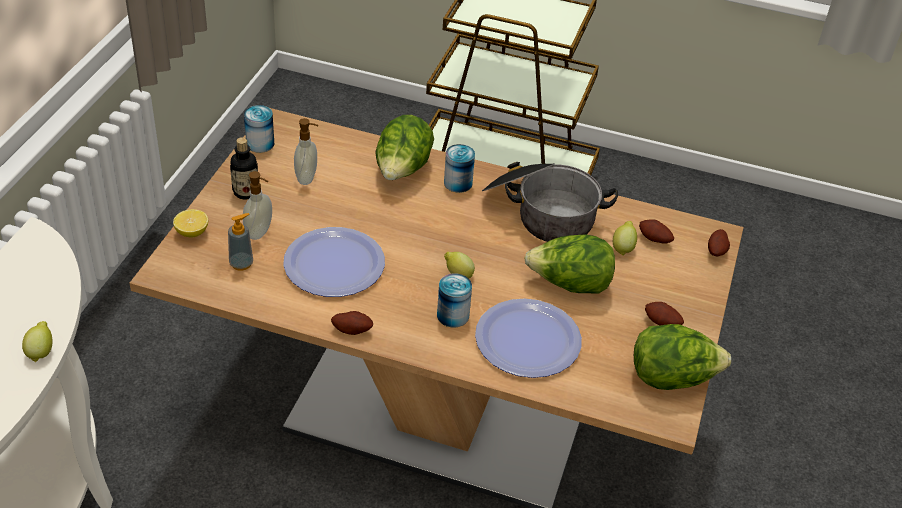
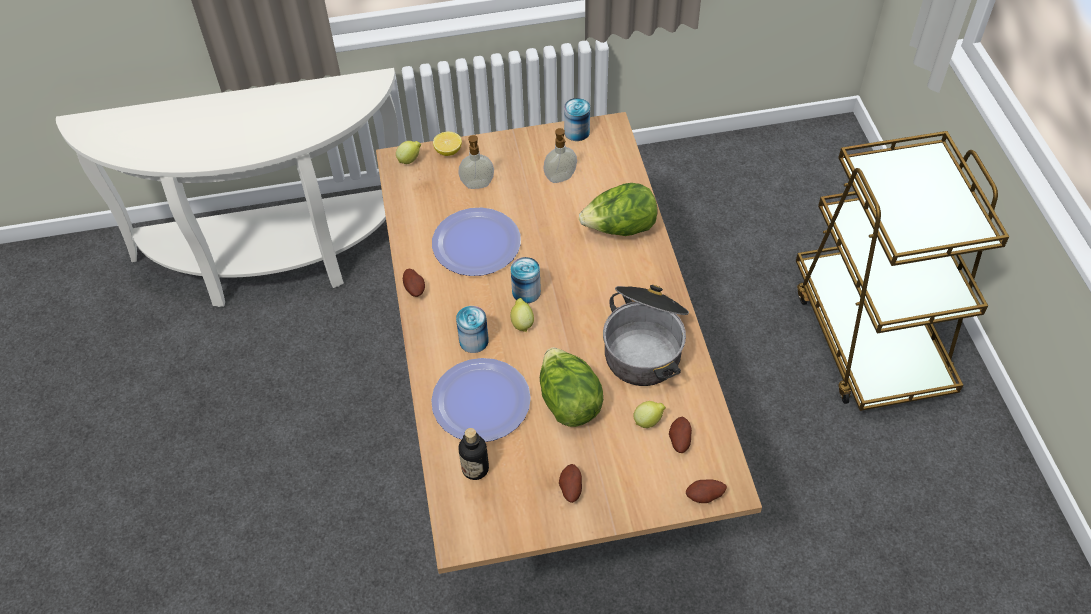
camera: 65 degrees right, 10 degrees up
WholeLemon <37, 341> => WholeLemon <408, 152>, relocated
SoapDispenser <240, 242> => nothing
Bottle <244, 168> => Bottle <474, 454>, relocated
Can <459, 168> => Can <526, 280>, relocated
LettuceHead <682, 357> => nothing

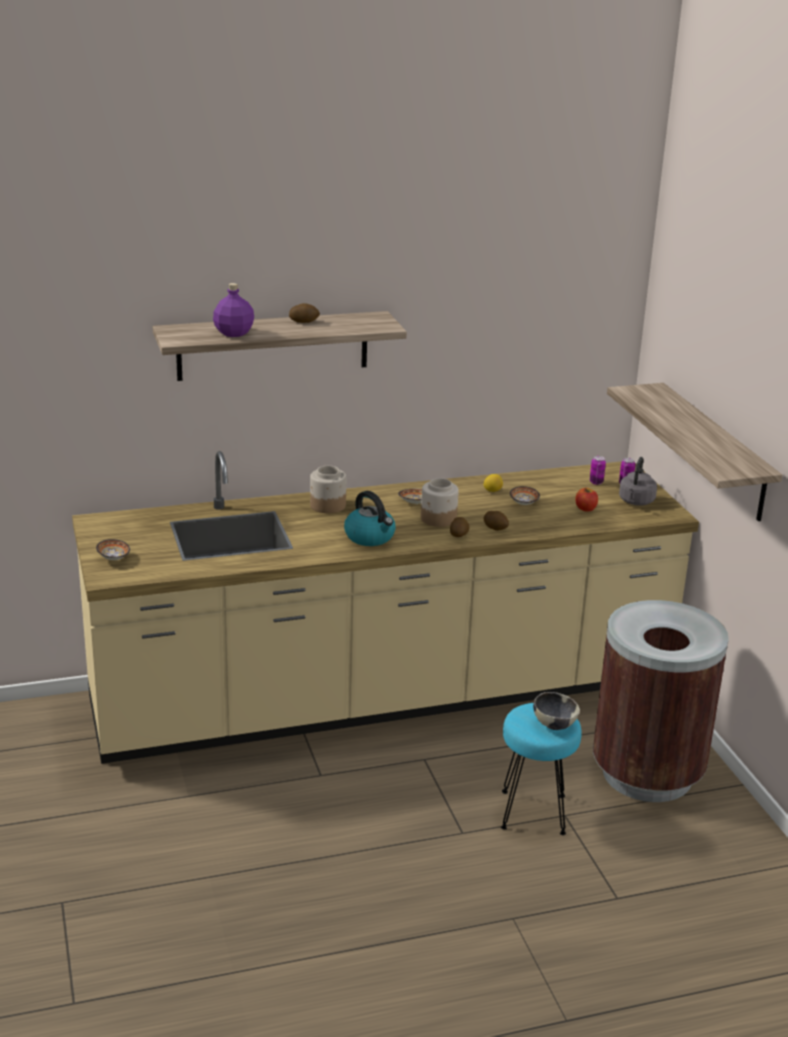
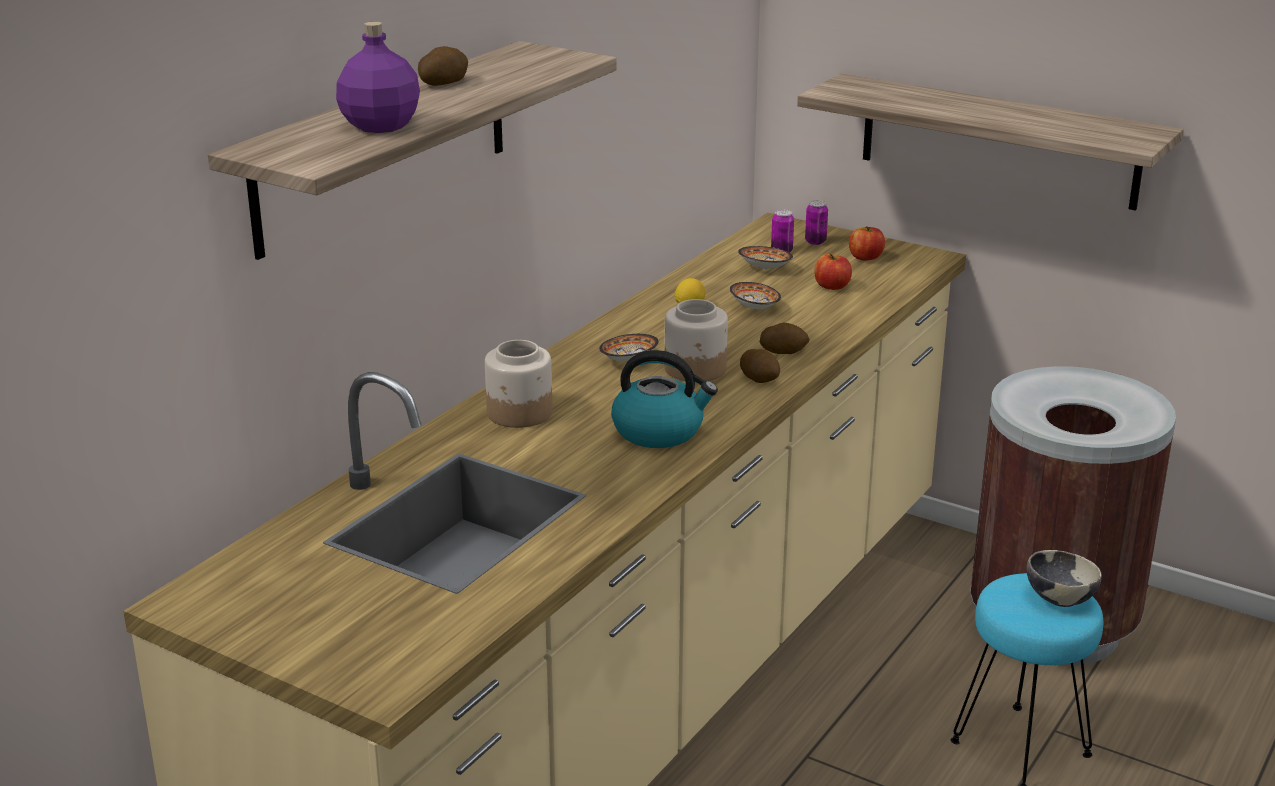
camera: 40 degrees left, 0 degrees up
Bowl <113, 549> => Bowl <765, 258>, relocated
GreyKettle <638, 481> => AppleFruit <867, 243>

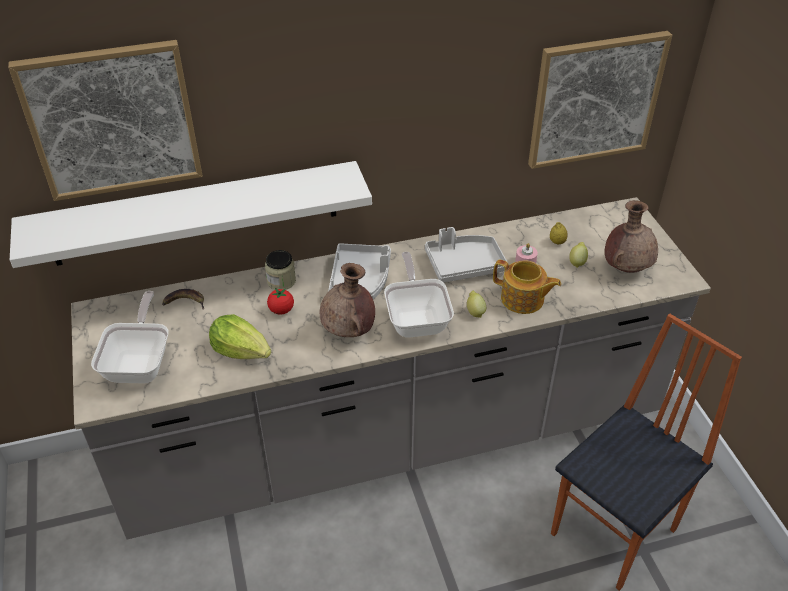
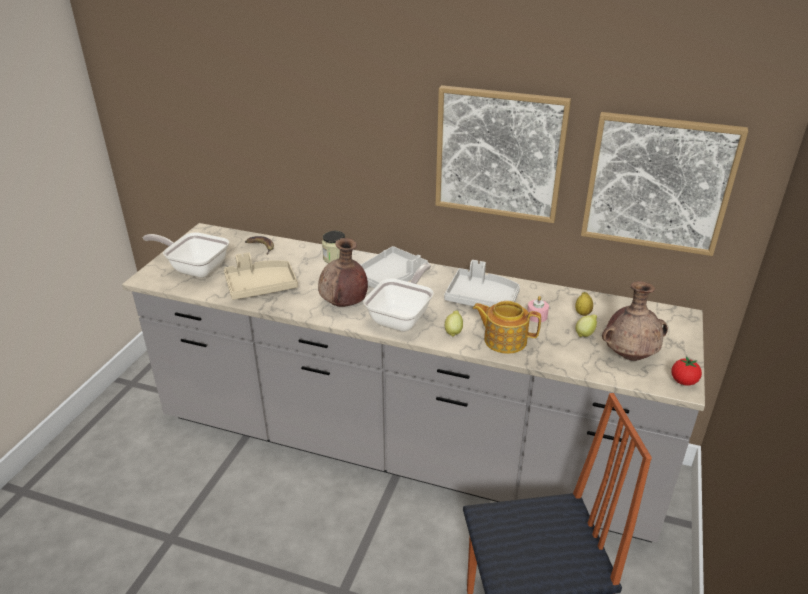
camera: 35 degrees right, 10 degrees down
Picture <105, 120> => Picture <503, 154>, relocated
WhiteColouredShelf <191, 214> => nothing
Skillet <130, 337> => Skillet <186, 255>, 105 degrees counterclockwise
LettuceHead <240, 336> => BeigeColouredTray <261, 276>
FreshTomato <280, 301> => FreshTomato <687, 371>, relocated
TeaPot <527, 287> => TeaPot <507, 327>, 135 degrees clockwise

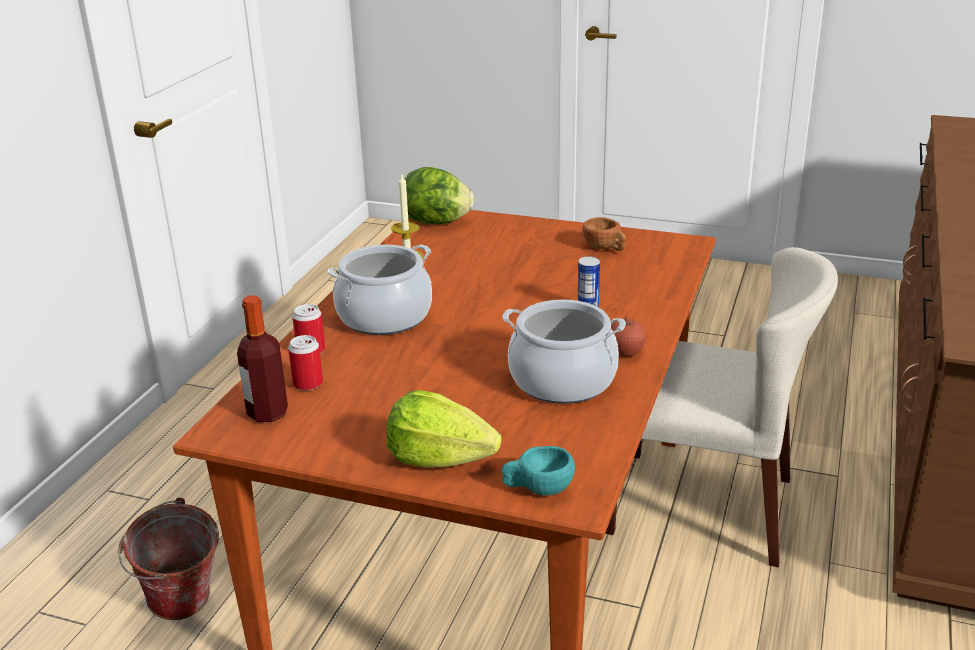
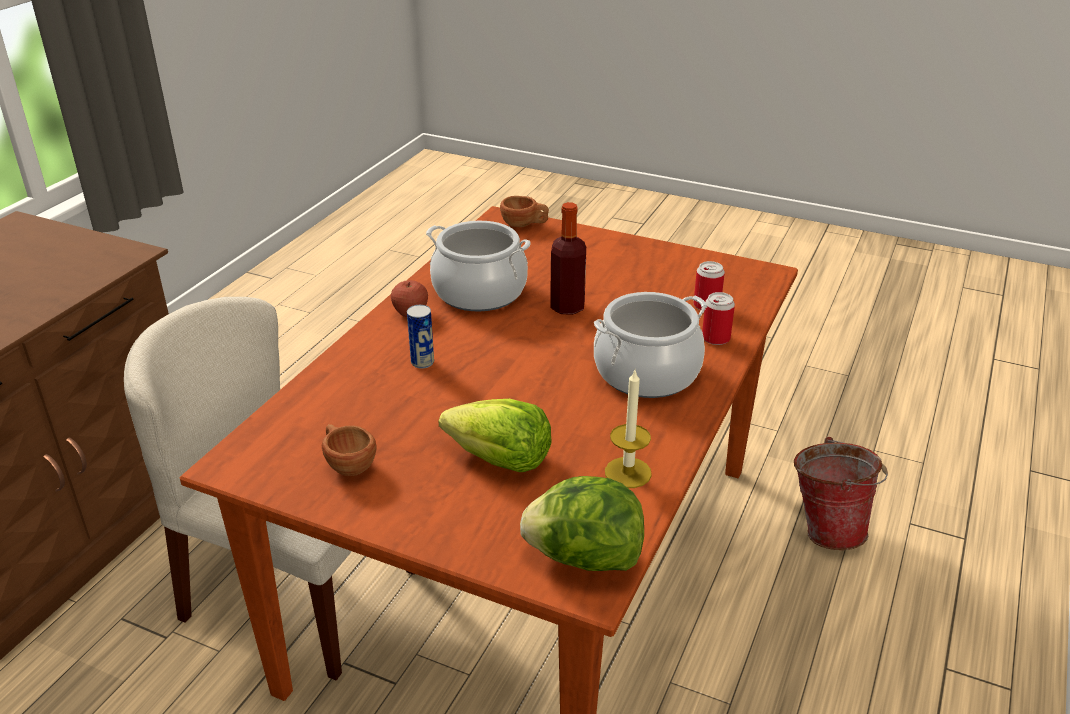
camera: 175 degrees left, 5 degrees up
Bottle <262, 358> => Bottle <568, 258>, relocated
LettuceHead <444, 428> => LettuceHead <495, 435>, relocated
TurquoiseColouredCup <538, 471> => BrownishCup <524, 211>

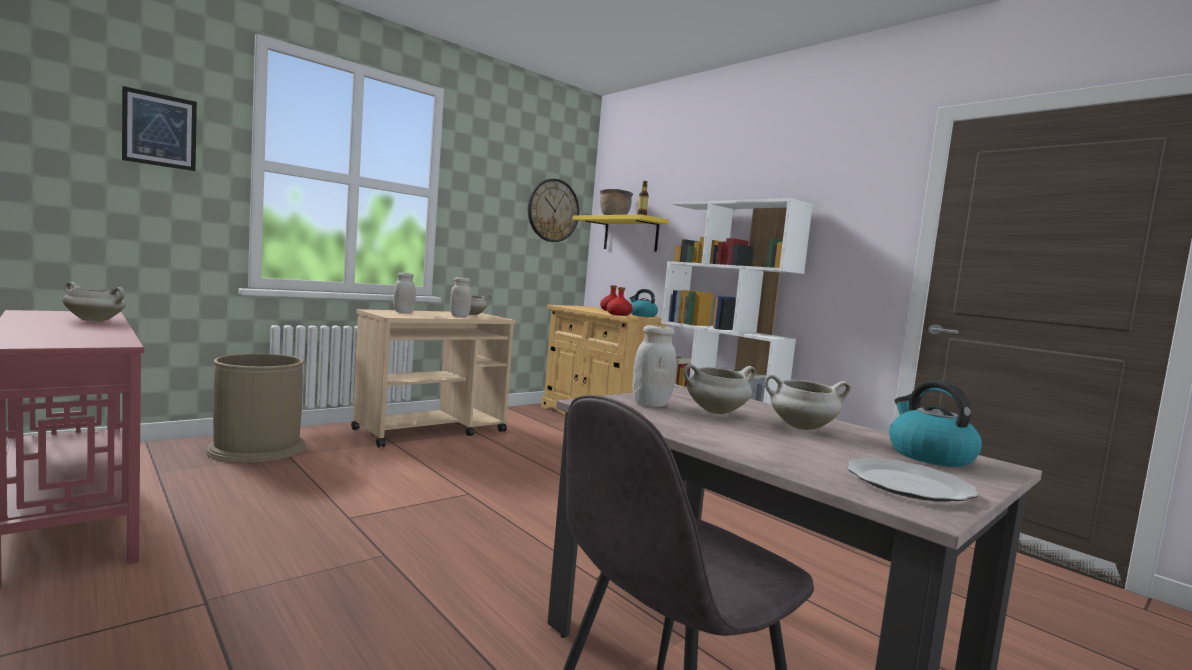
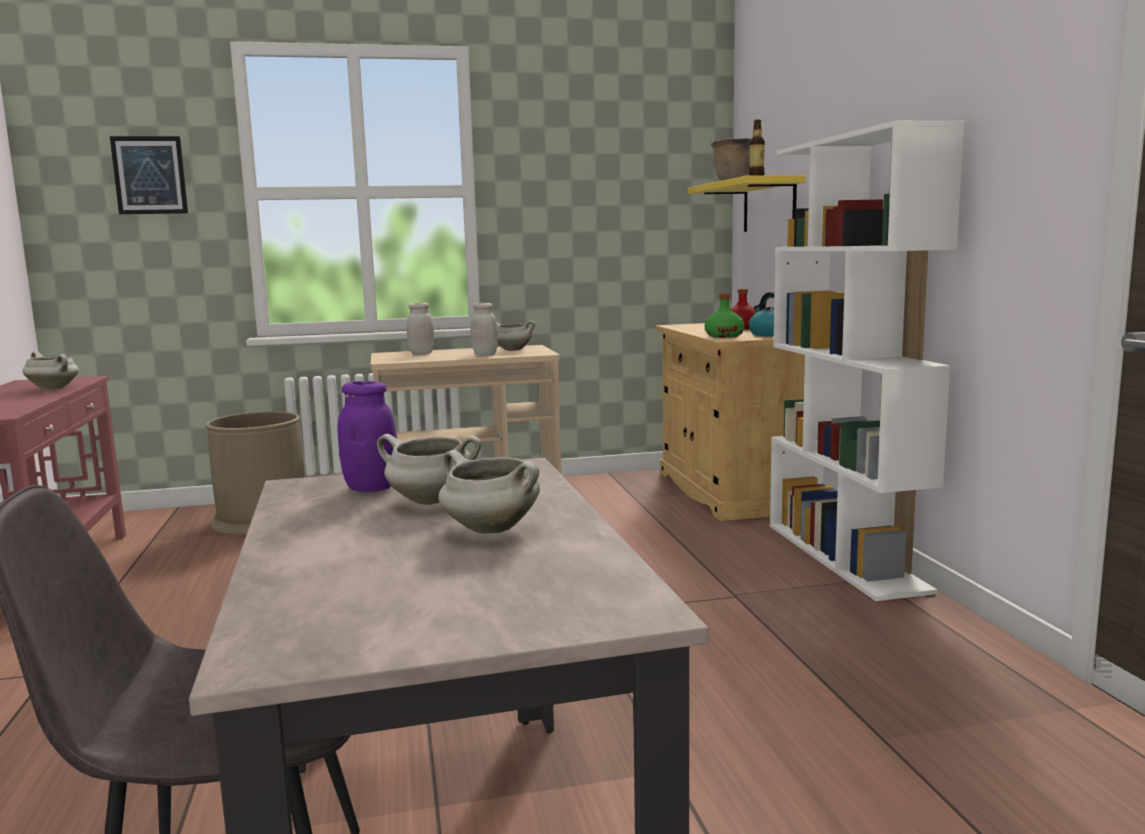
camera: 30 degrees right, 5 degrees up
ClockOnTheWall <553, 210> => nothing
RedColouredBottle <619, 301> => GreenColouredBottle <725, 315>
WhiteColouredJar <654, 366> => PurpleColouredJar <367, 436>
FlatDish <912, 480> => nothing
Kettle <935, 423> => nothing

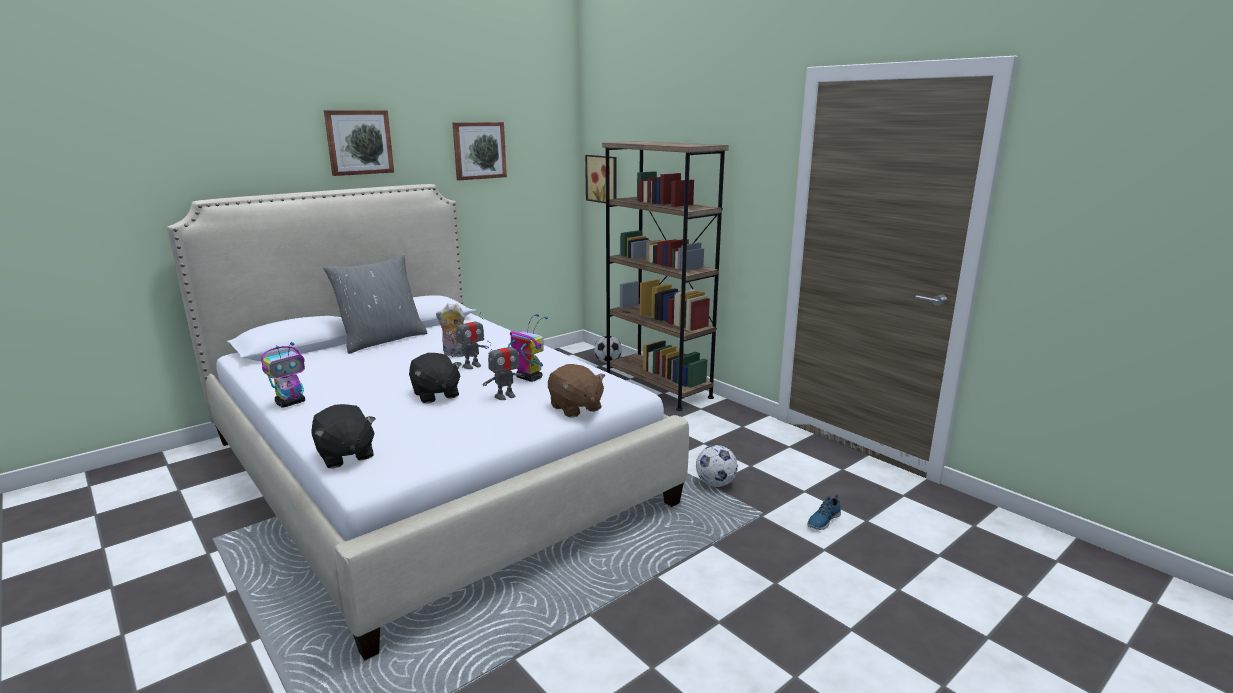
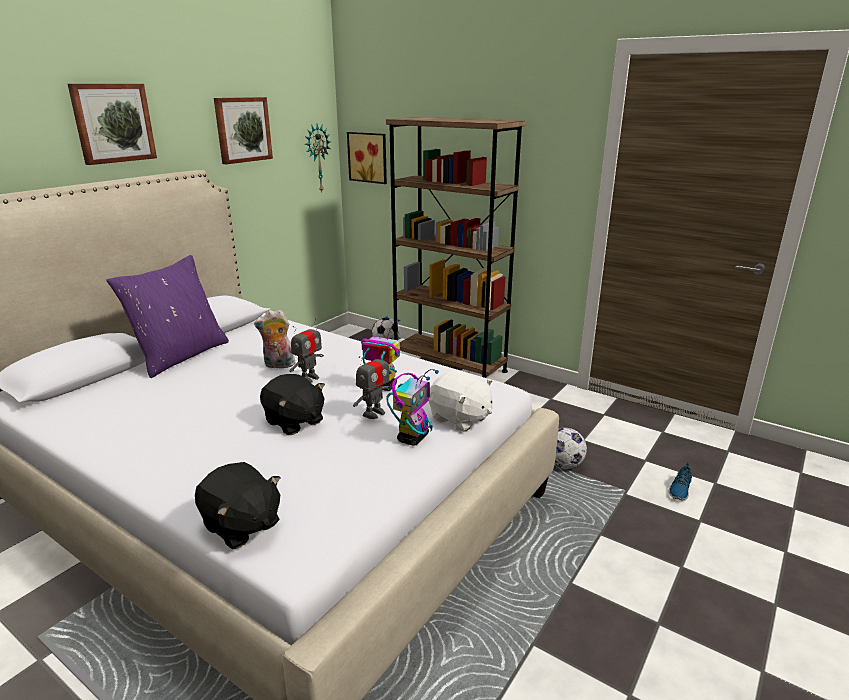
camera: 15 degrees left, 5 degrees up
ModelRobot <283, 375> => ModelRobot <412, 407>, relocated
GreyCushion <375, 304> => PurpleColouredCushion <167, 316>
BrownishSoftToy <576, 391> => WhiteColouredSoftToy <460, 401>
nothing => ClockOnTheWall <318, 158>

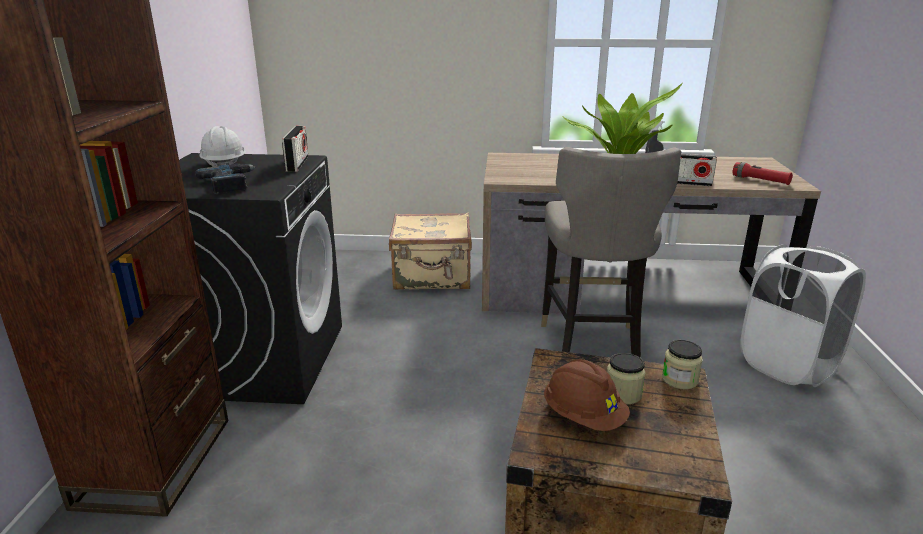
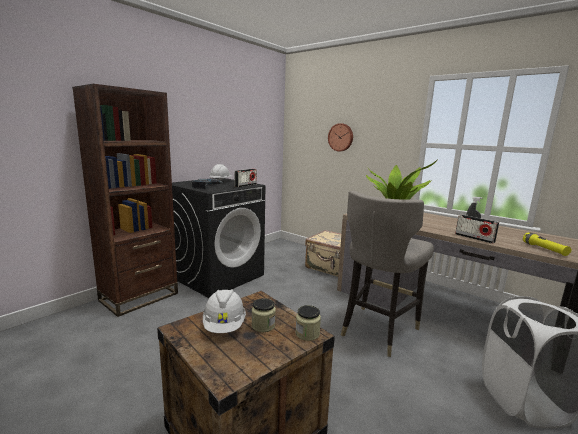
camera: 35 degrees right, 10 degrees down
BrownishSafetyHelmet <587, 395> => WhiteColouredSafetyHelmet <224, 311>
RedColouredFlashlight <763, 173> => YellowFlashlight <547, 244>
nothing => ClockOnTheWall <340, 137>

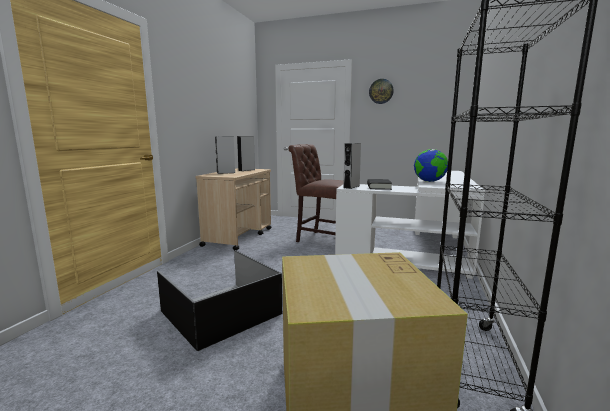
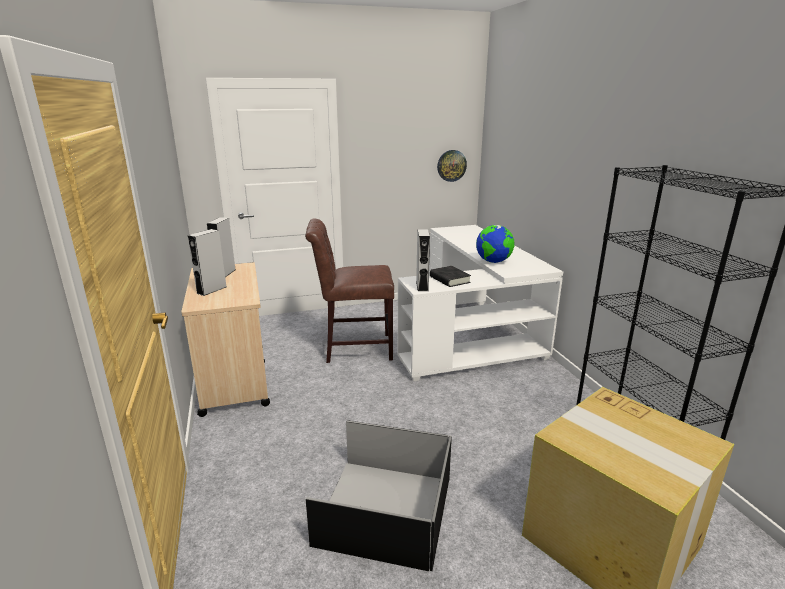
camera: 35 degrees left, 10 degrees up
ClockOnTheWall <381, 91> => ClockOnTheWall <452, 166>, relocated

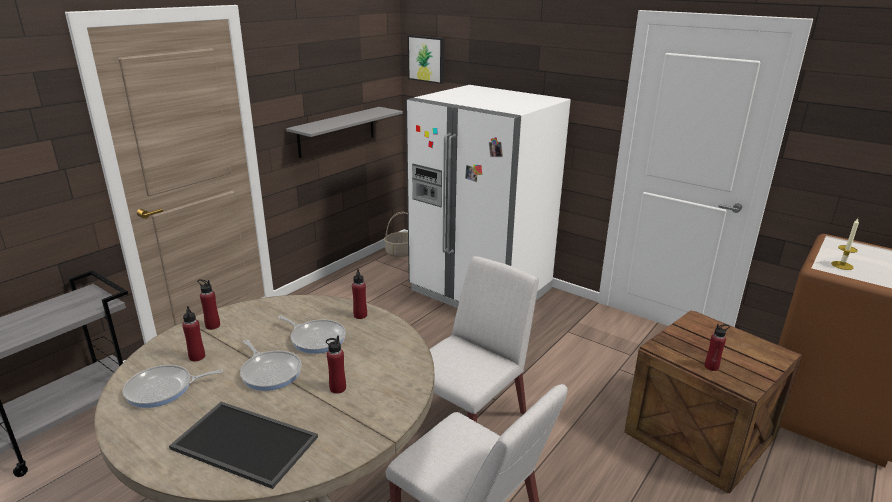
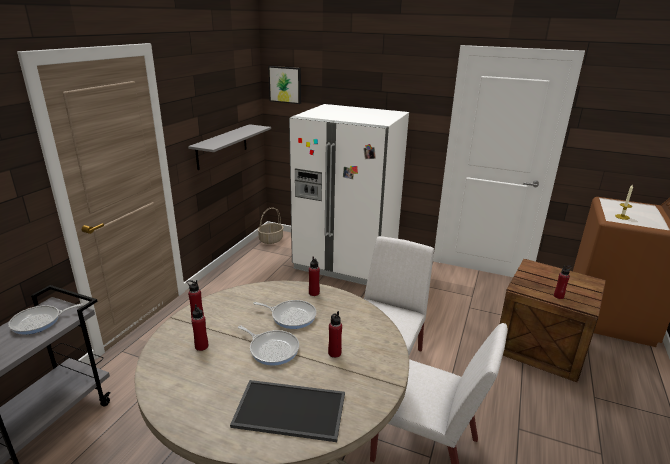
camera: 15 degrees left, 0 degrees up
Skillet <173, 386> => Skillet <45, 318>, relocated

